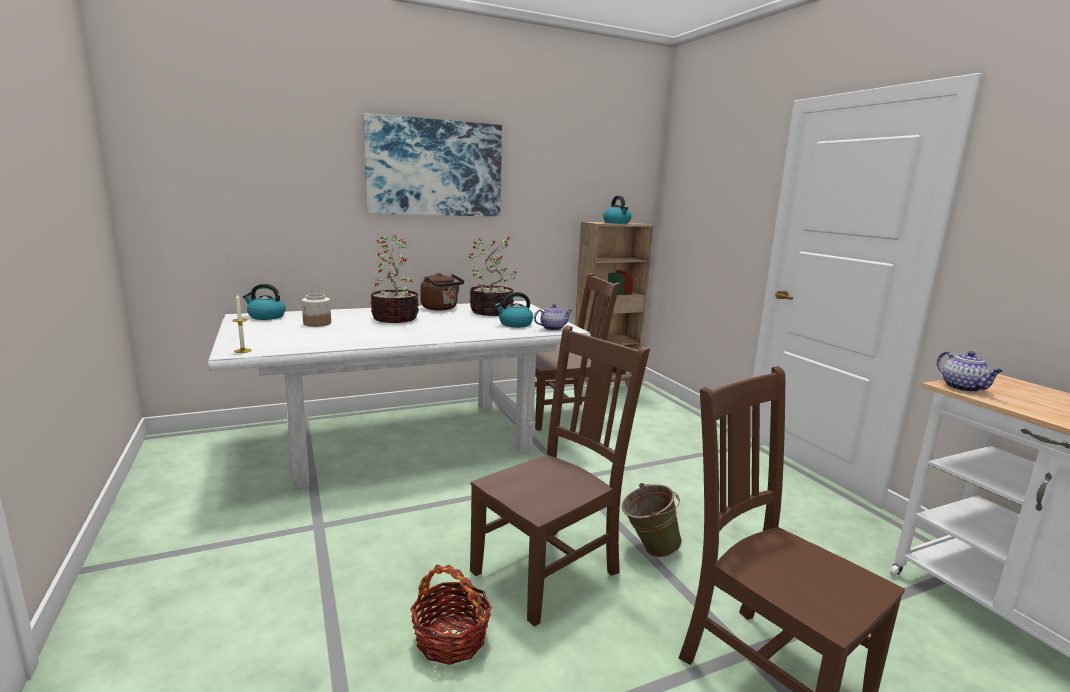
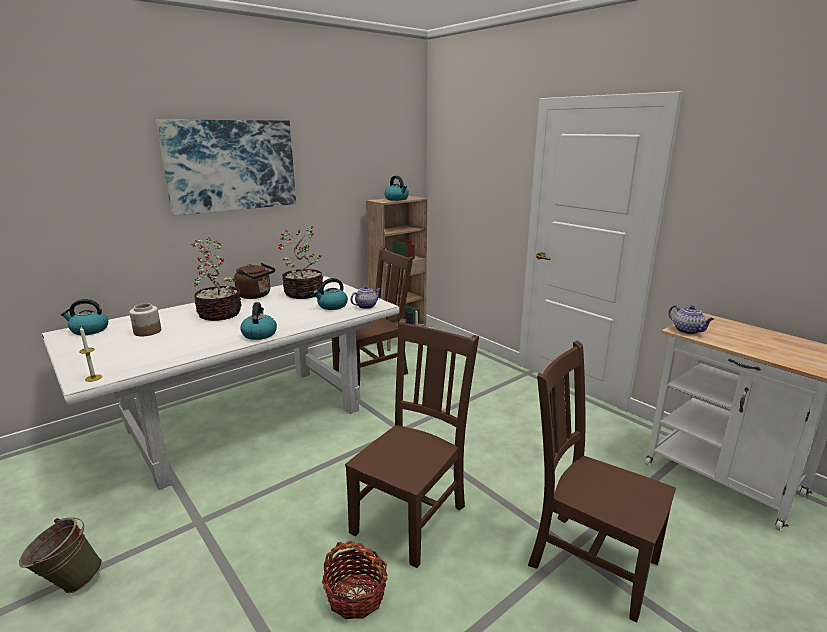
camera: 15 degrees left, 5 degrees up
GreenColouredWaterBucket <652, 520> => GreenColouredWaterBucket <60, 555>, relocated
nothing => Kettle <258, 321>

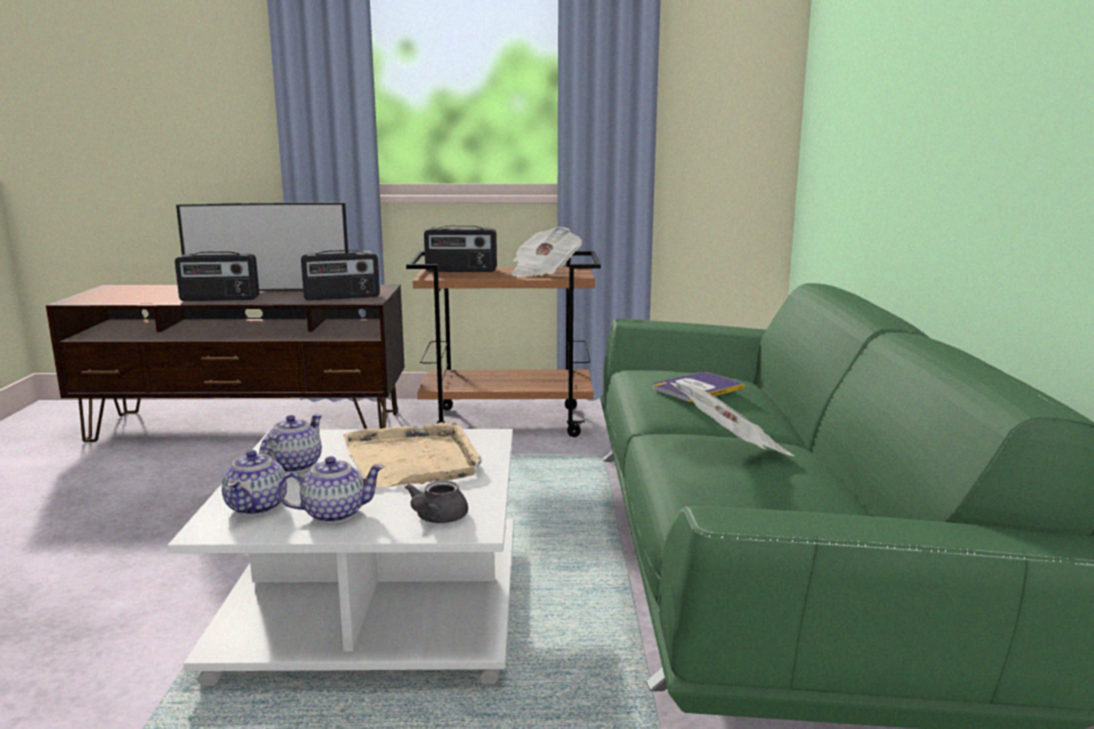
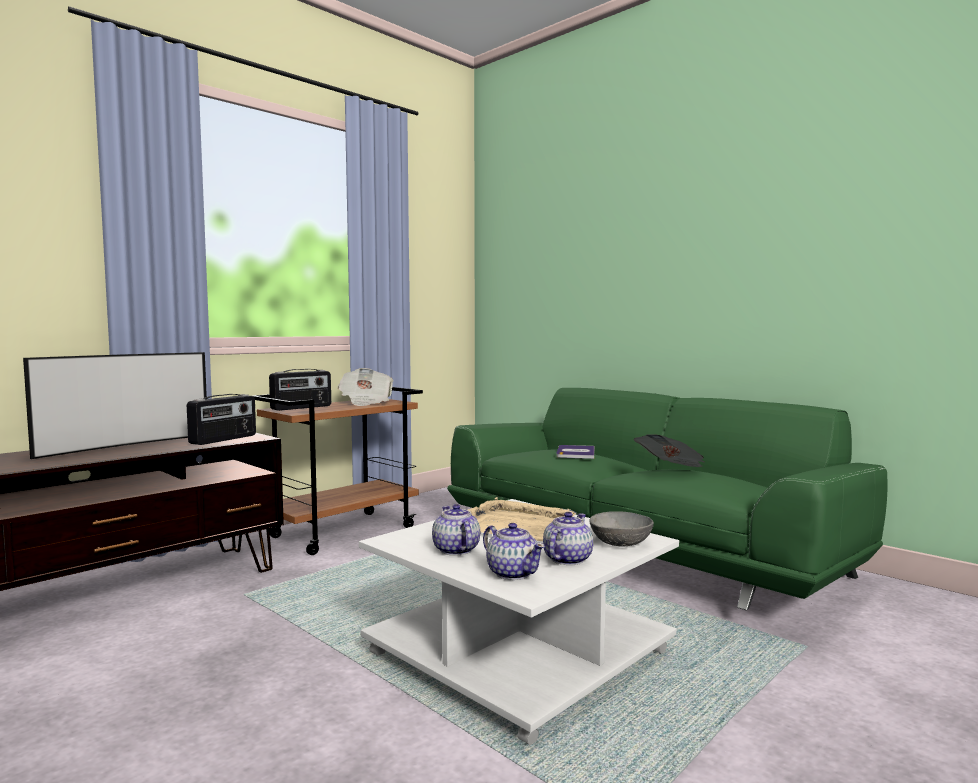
camera: 45 degrees left, 10 degrees down
RadioSet <217, 276> => nothing
GreyTeaPot <436, 501> => GreyBowl <622, 528>

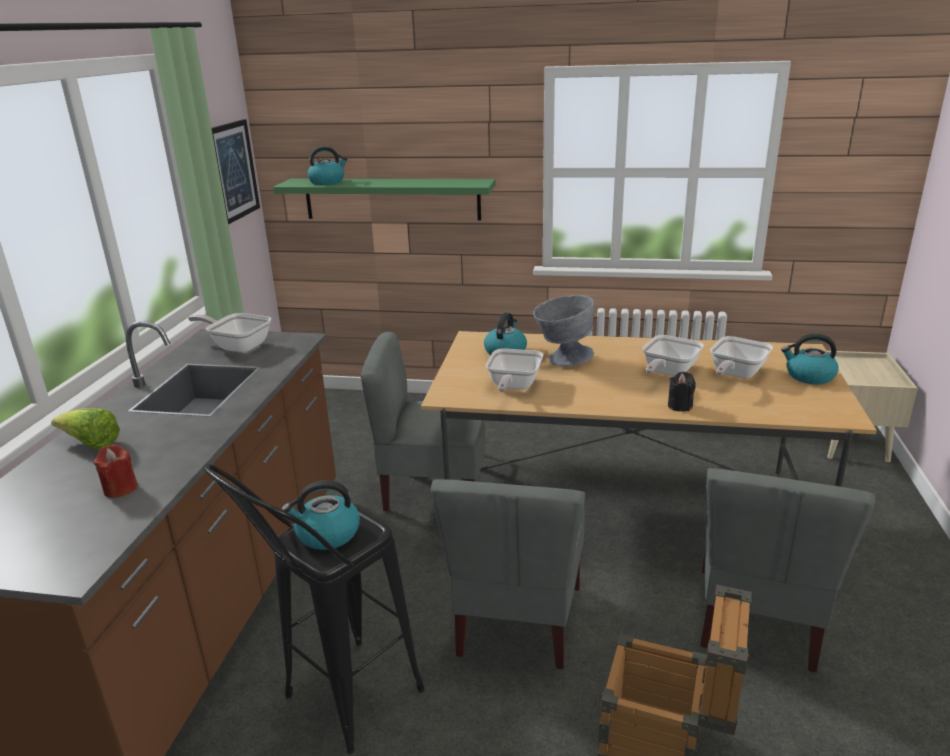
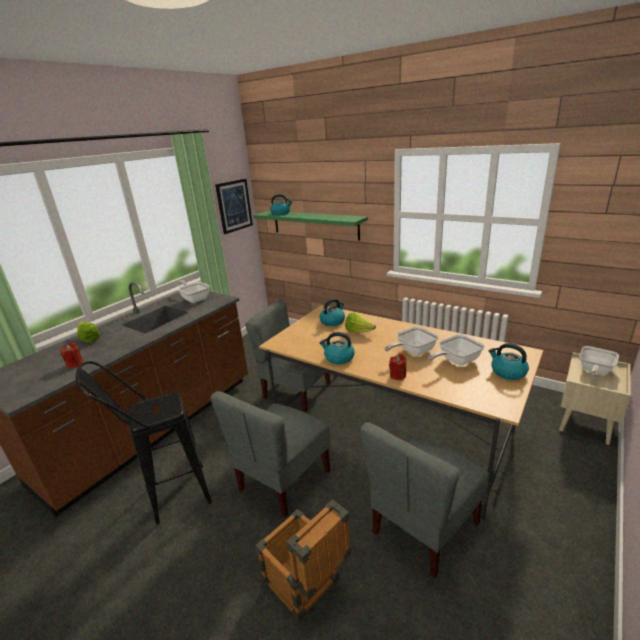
camera: 25 degrees right, 0 degrees up
Kettle <320, 515> => Kettle <337, 348>, relocated
Skillet <514, 370> => Skillet <599, 361>, relocated
GreyBowl <563, 330> => LettuceHead <360, 323>
BlackColouredCandle <682, 392> => RedColouredCandle <397, 367>

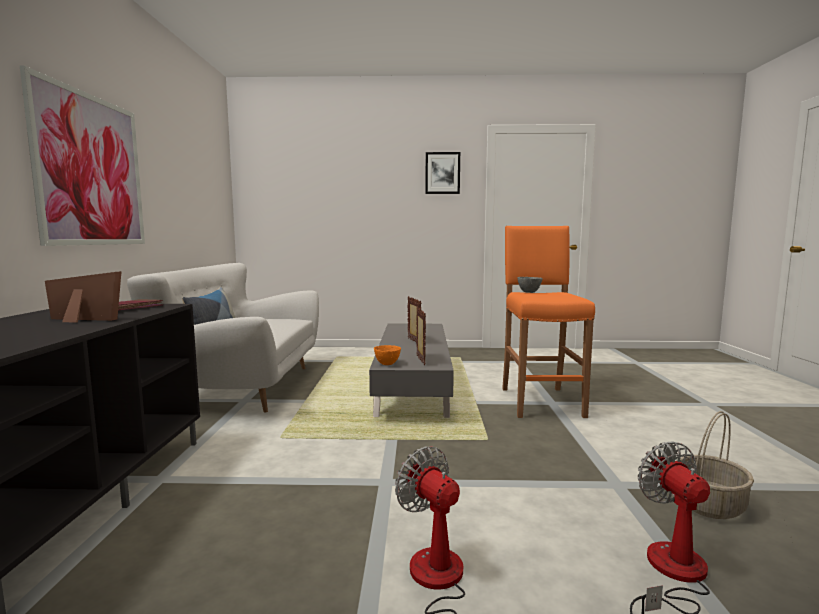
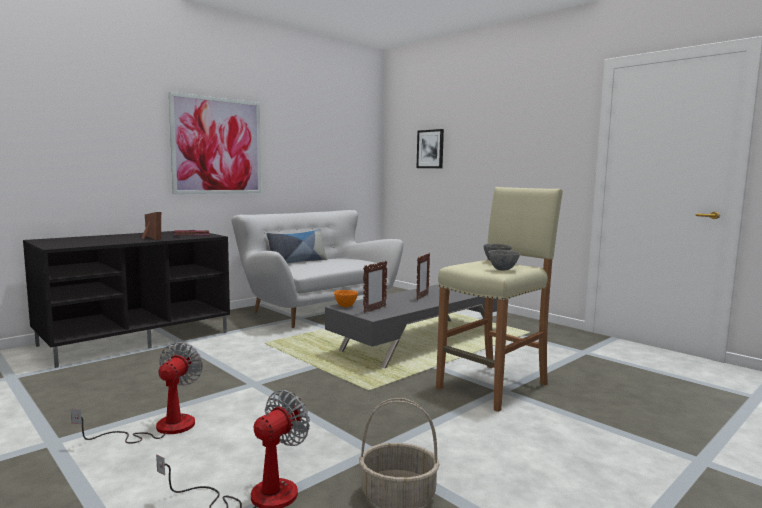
camera: 45 degrees right, 0 degrees up
Picture <442, 173> => Picture <430, 148>, relocated
OrangeyStool <548, 322> => BeigeColouredStool <499, 299>
nothing => GreyBowl <504, 260>

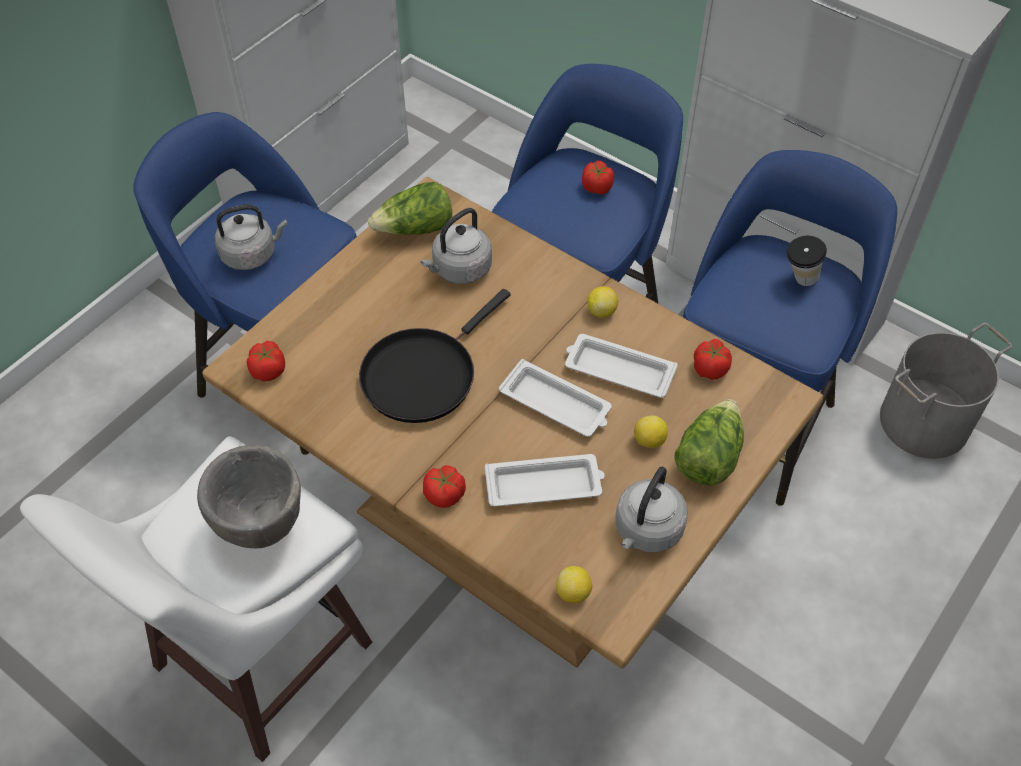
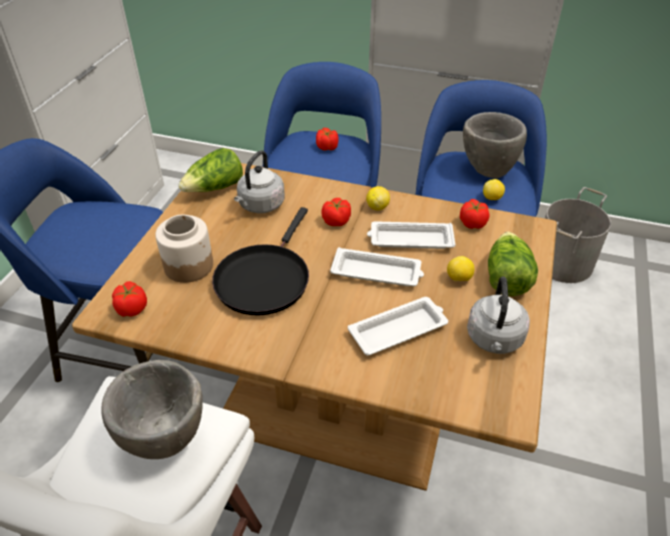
camera: 20 degrees left, 10 degrees down
GreyKettle <251, 237> => nothing
FreshTomato <444, 486> => FreshTomato <336, 212>, relocated
WholeLemon <574, 584> => WholeLemon <494, 189>, relocated
Cup <806, 261> => GreyBowl <495, 145>
nothing => Jar <184, 249>

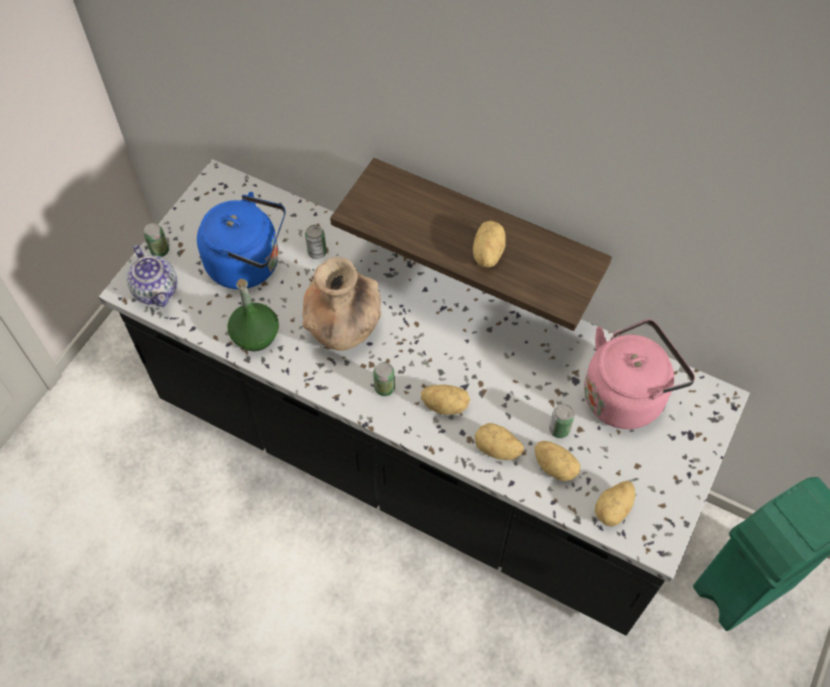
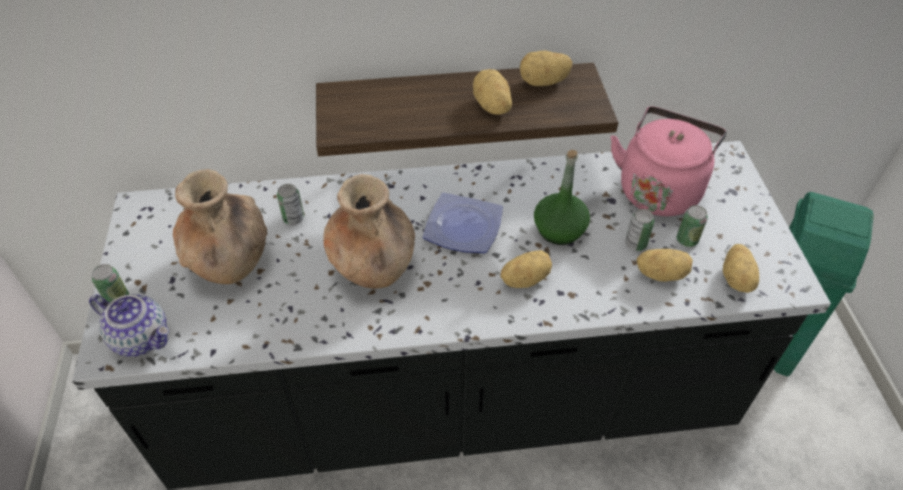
camera: 35 degrees left, 10 degrees down
BluishKettle <241, 240> => BrownishDecorativeVase <220, 226>
GreenColouredBottle <253, 315> => GreenColouredBottle <562, 197>, relocated
Can <384, 379> => Can <692, 226>, relocated
Spud <499, 441> => Spud <546, 68>, relocated
nothing => FlatDish <463, 222>

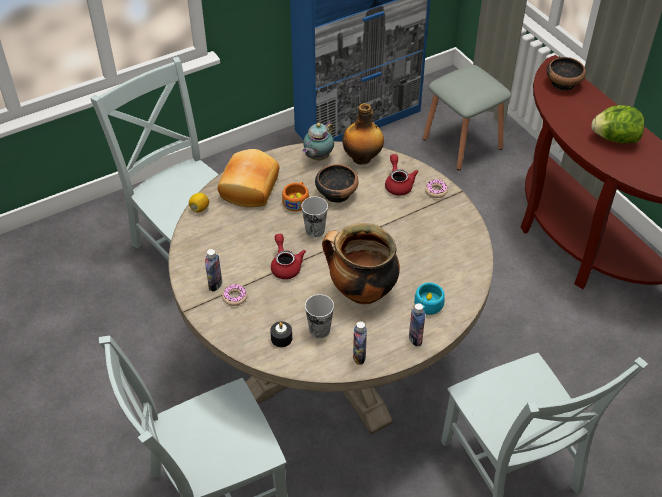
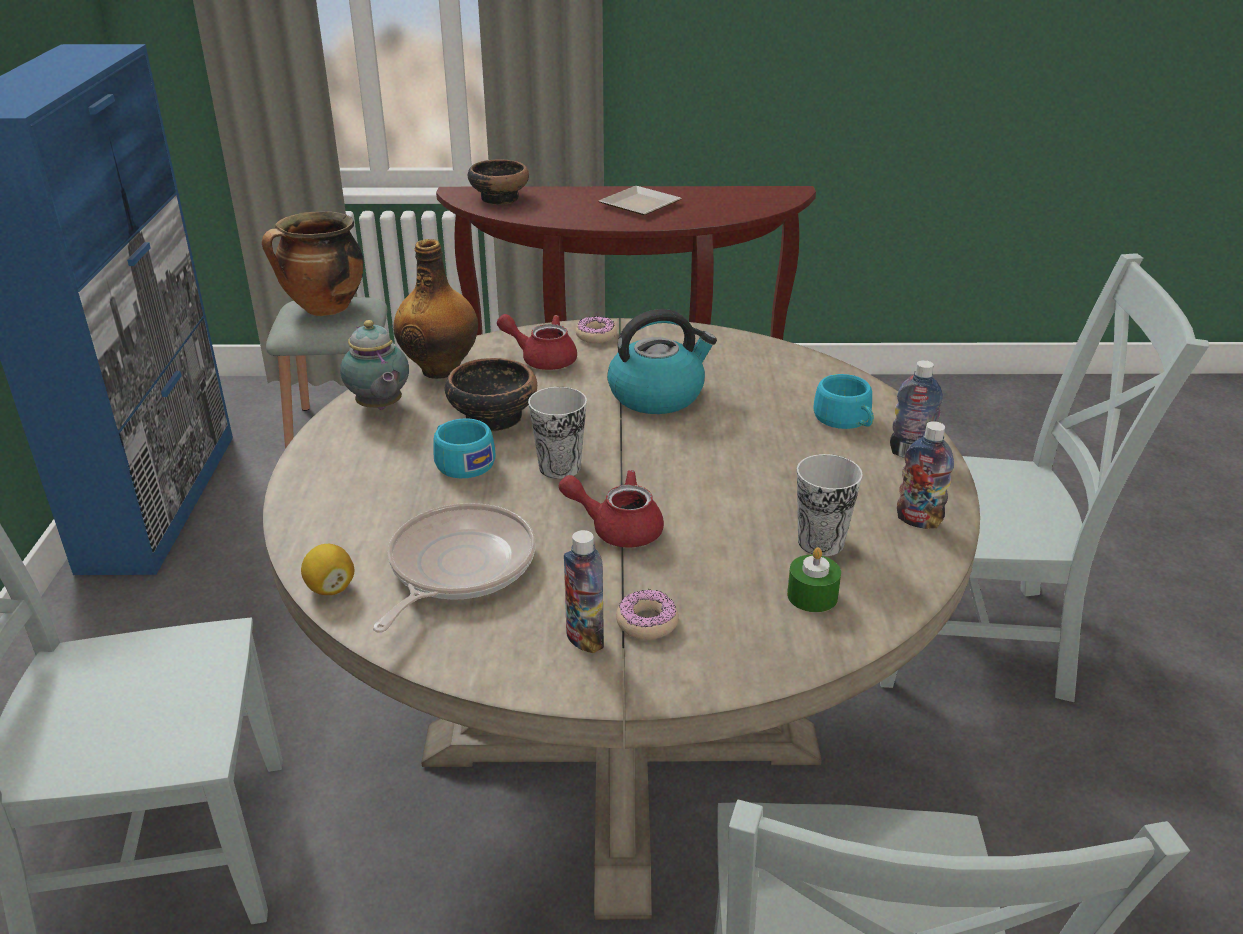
camera: 60 degrees left, 15 degrees down
BakeryBread <248, 178> => nothing
BlackColouredCandle <281, 334> => GreenColouredCandle <814, 579>
OrangeyCup <295, 196> => TurquoiseColouredCup <464, 448>
Saucepot <361, 263> => Saucepot <313, 263>, relocated
LettuceHead <617, 124> => FlatDish <640, 200>
nothing => Skillet <454, 568>
nothing => Kettle <662, 361>

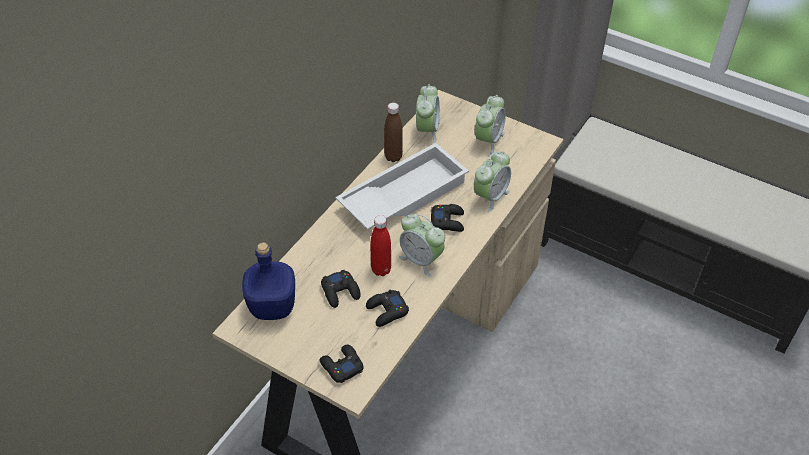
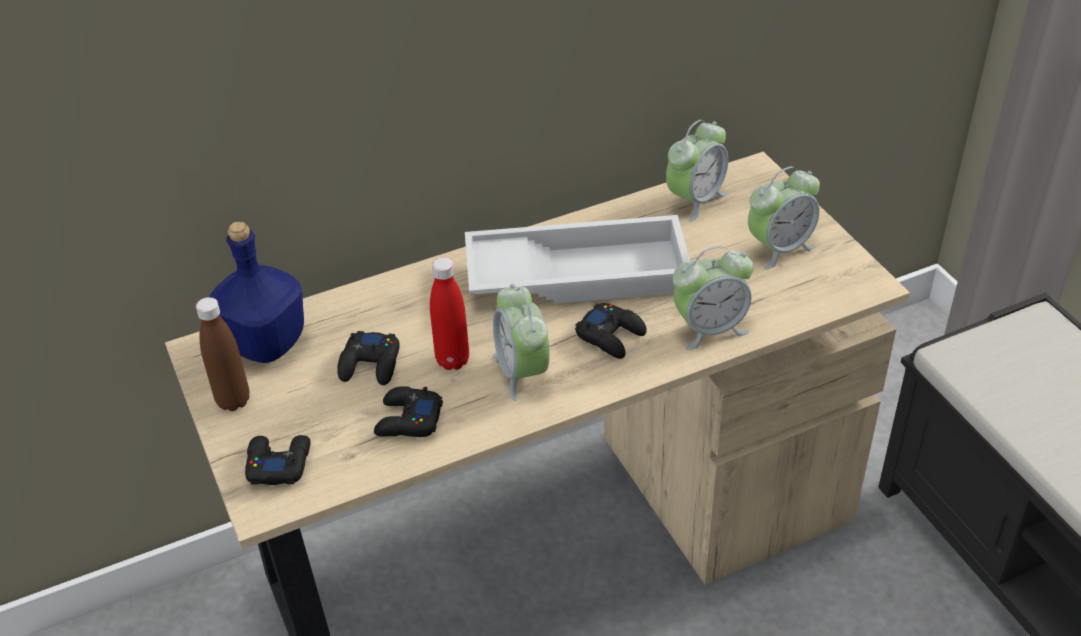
camera: 35 degrees right, 5 degrees down
BrownishBottle <393, 132> => BrownishBottle <223, 354>, relocated

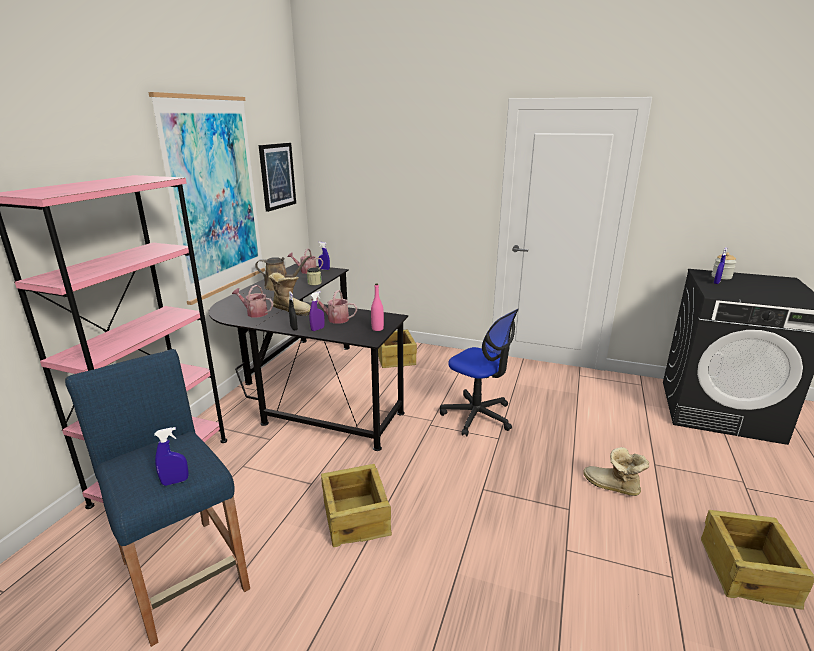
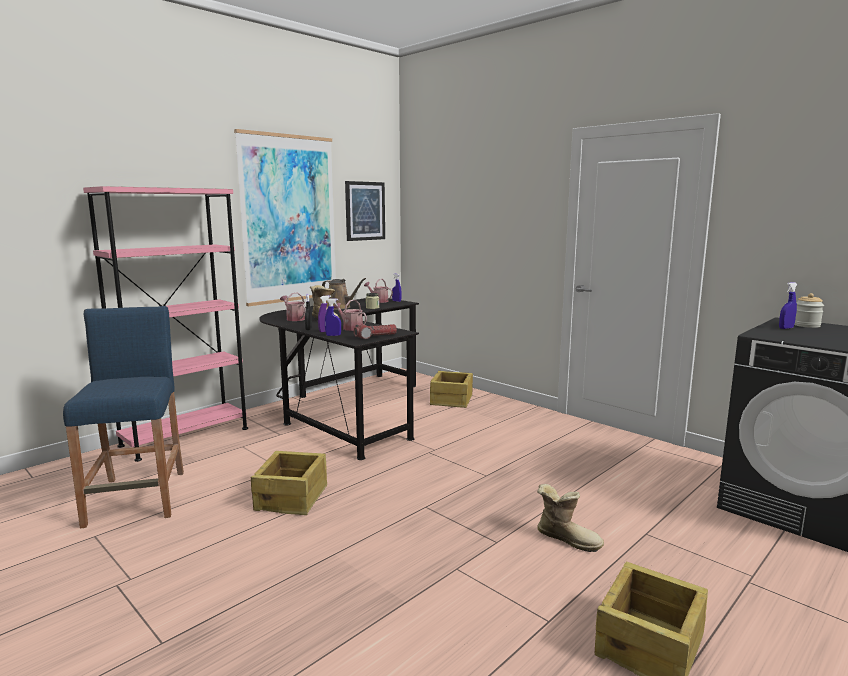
camera: 25 degrees right, 10 degrees down
BluishHandSprayer <171, 456> => BluishHandSprayer <333, 317>, relocated
PinkBottle <377, 307> => Flashlight <375, 331>
OfficeChair <479, 372> => nothing
HighTopBoot <616, 471> => HighTopBoot <570, 518>, 150 degrees clockwise

